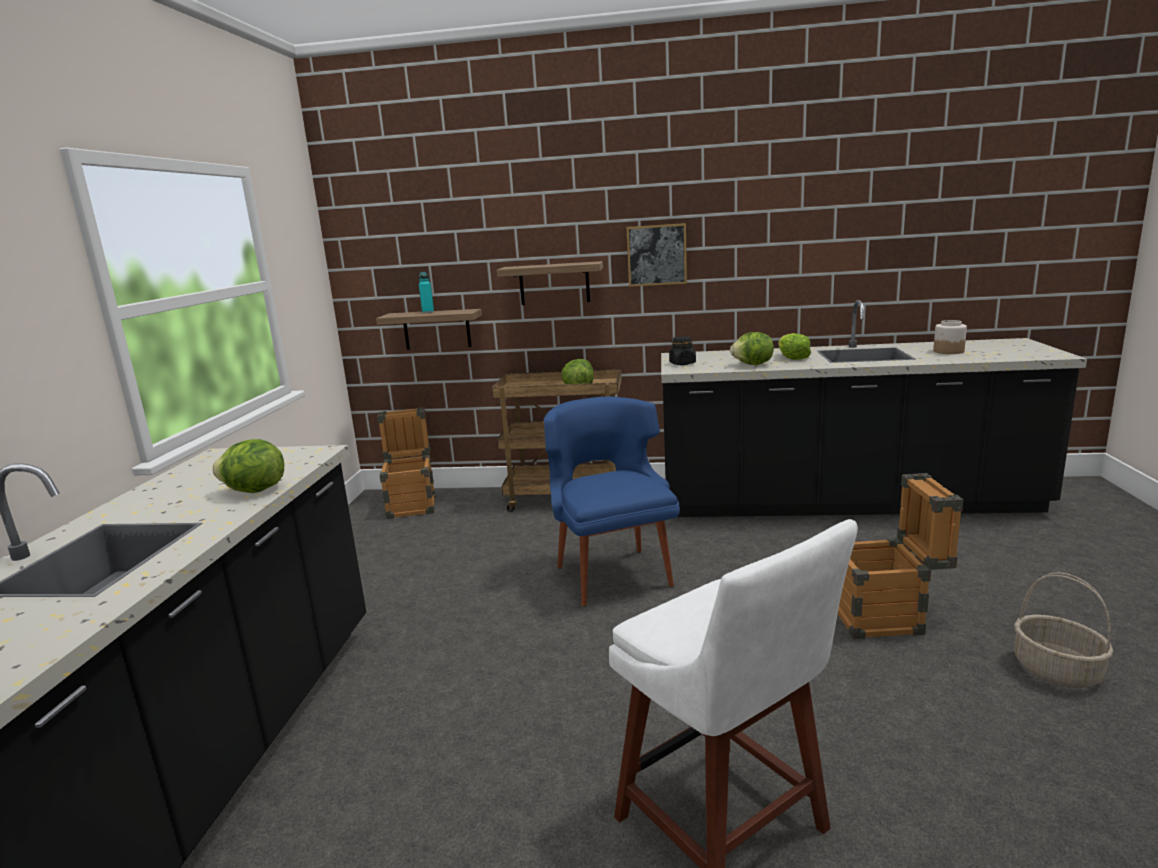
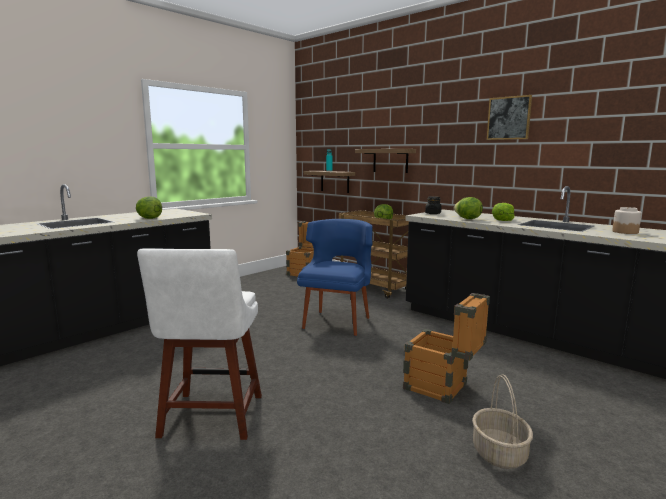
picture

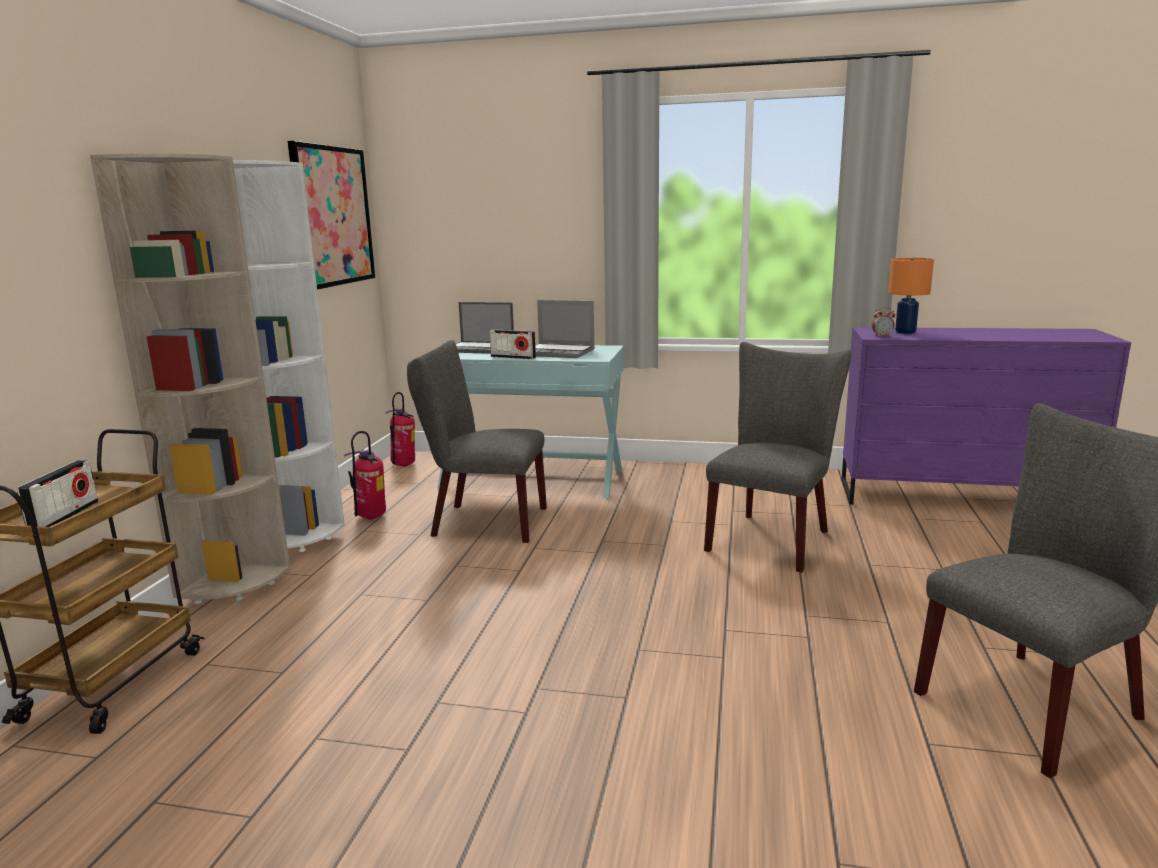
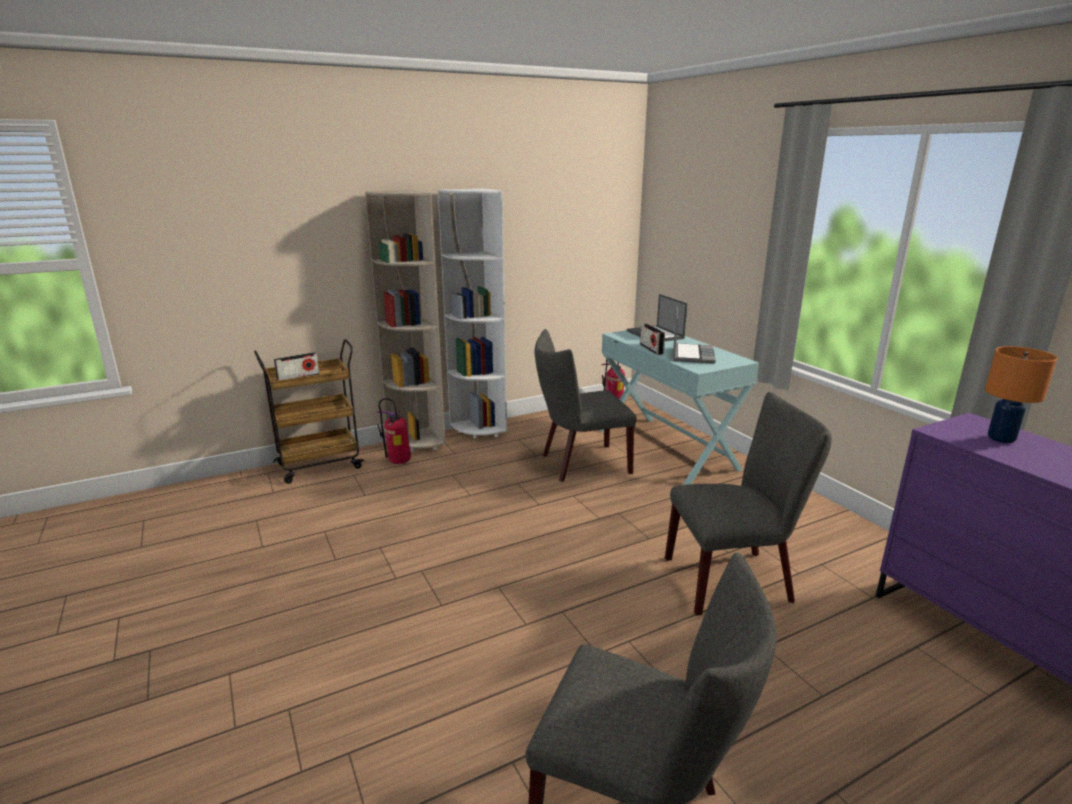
picture
alarm clock
fire extinguisher (no. 1 from left)
chair (grey) (no. 1 from left)
laptop (no. 2 from left)

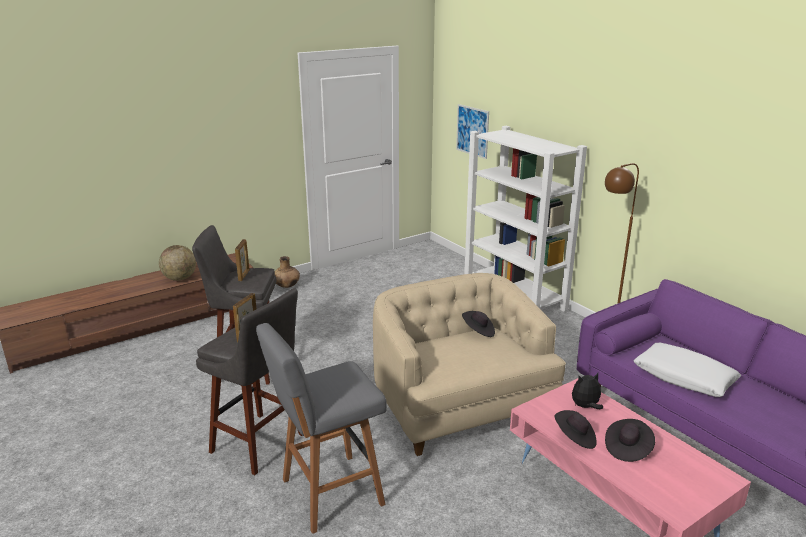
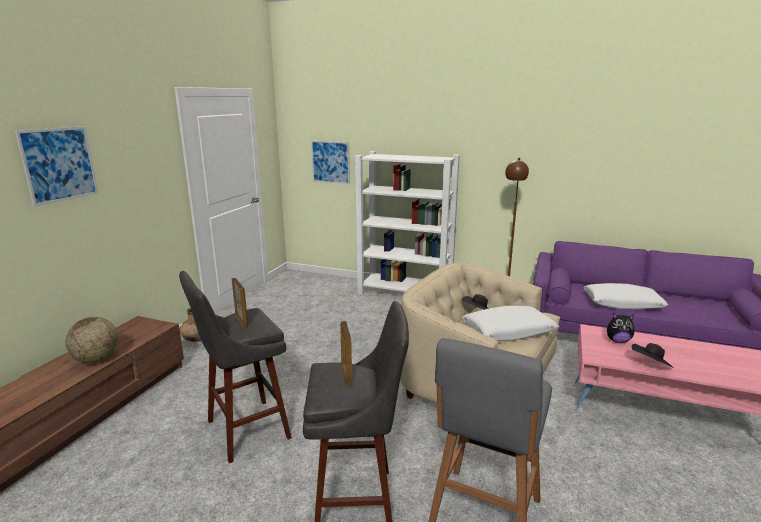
hat (black) (no. 3 from left in the first image)
picture (no. 1 from left)
pillow (white) (no. 1 from left)
plush toy

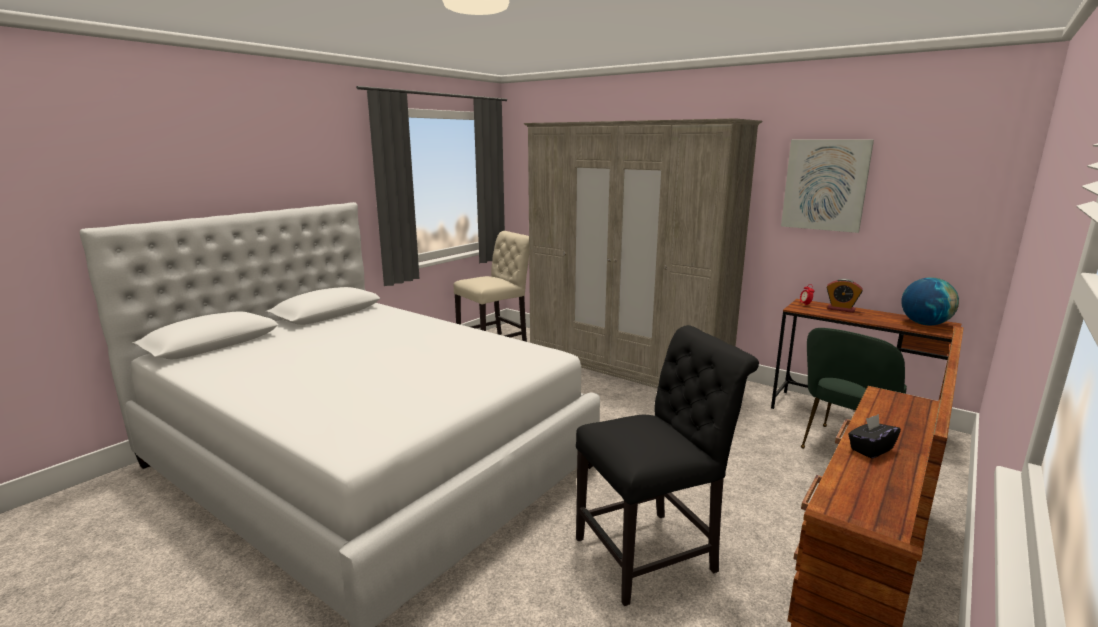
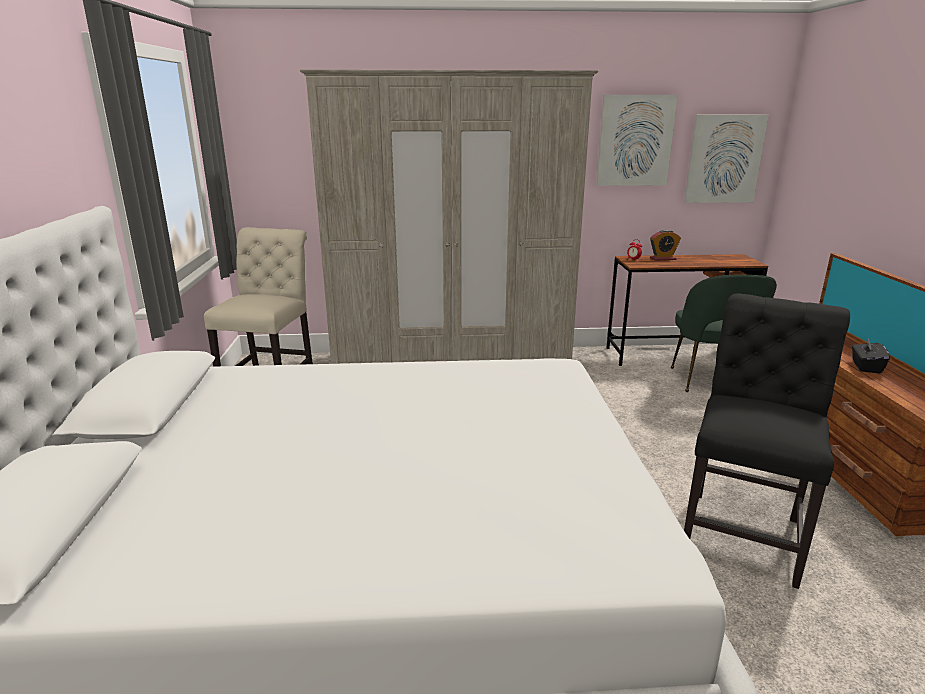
globe
picture (no. 2 from left)

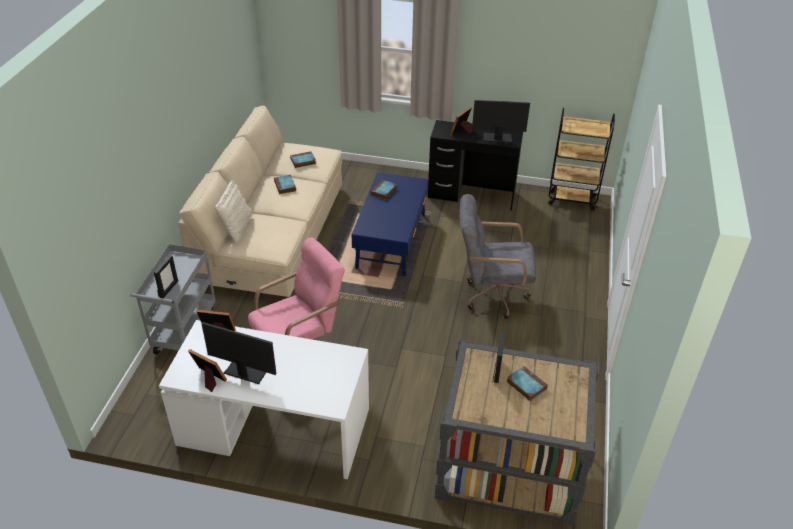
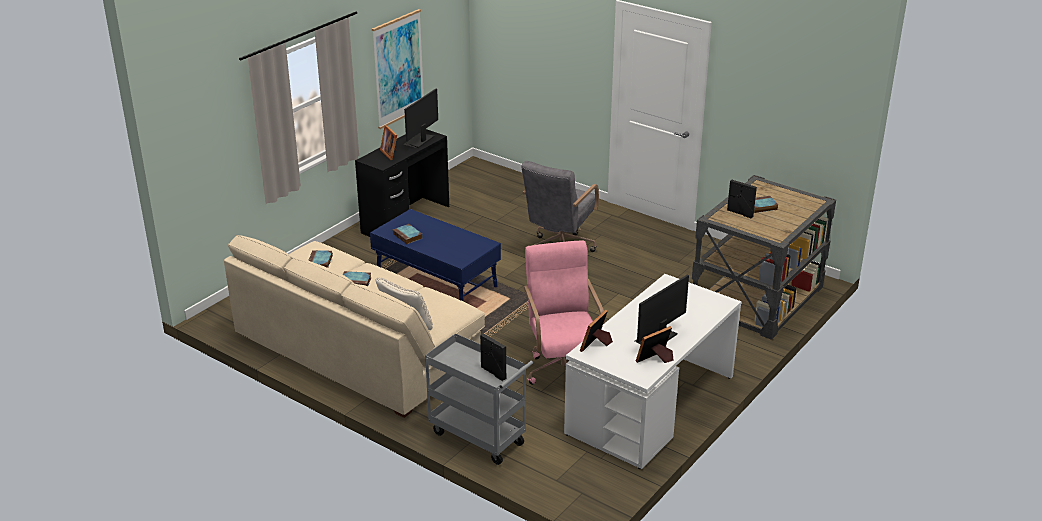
cart (brown)
picture

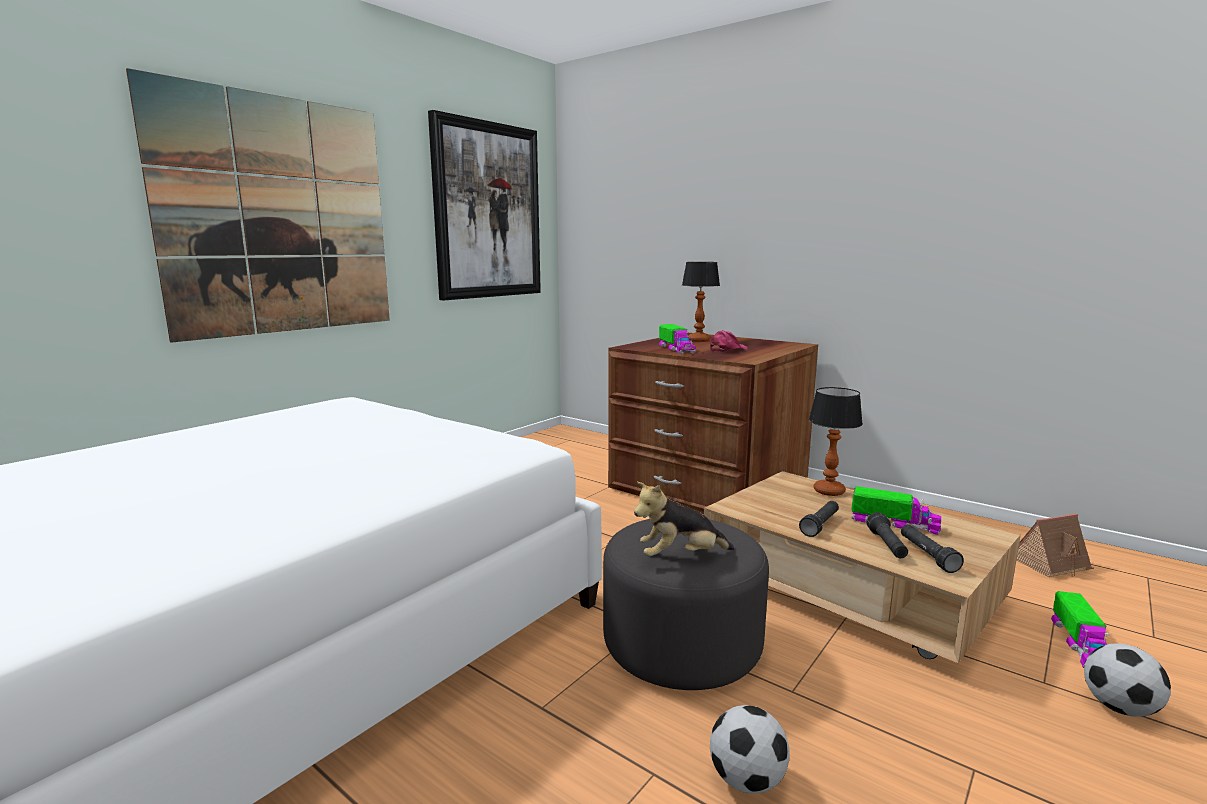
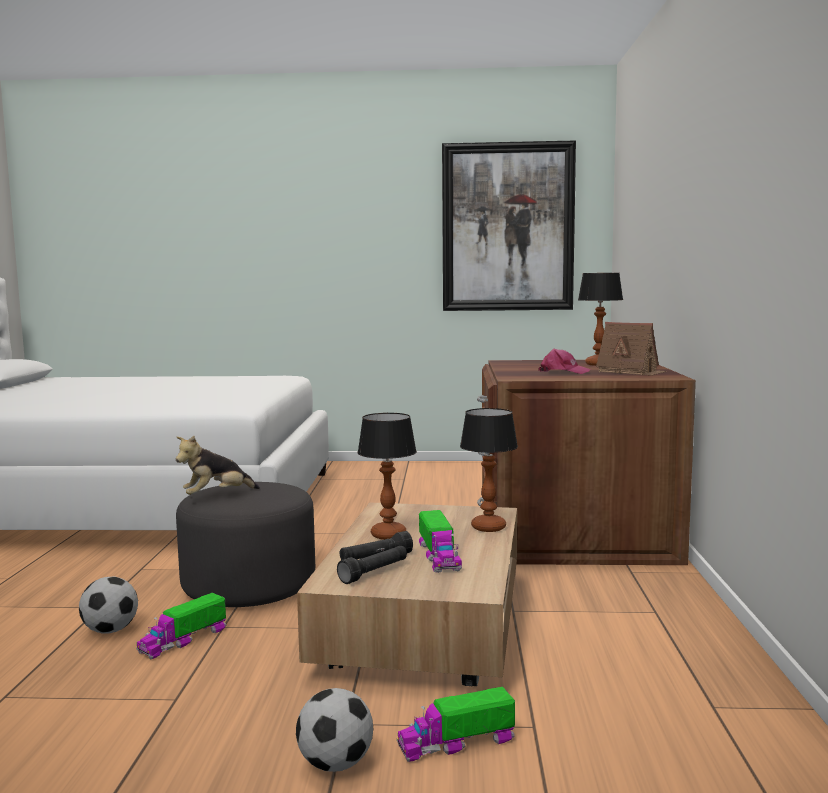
picture (no. 1 from left in the first image)
toy truck (no. 1 from left)
toy house
table lamp (no. 1 from left)
plush toy

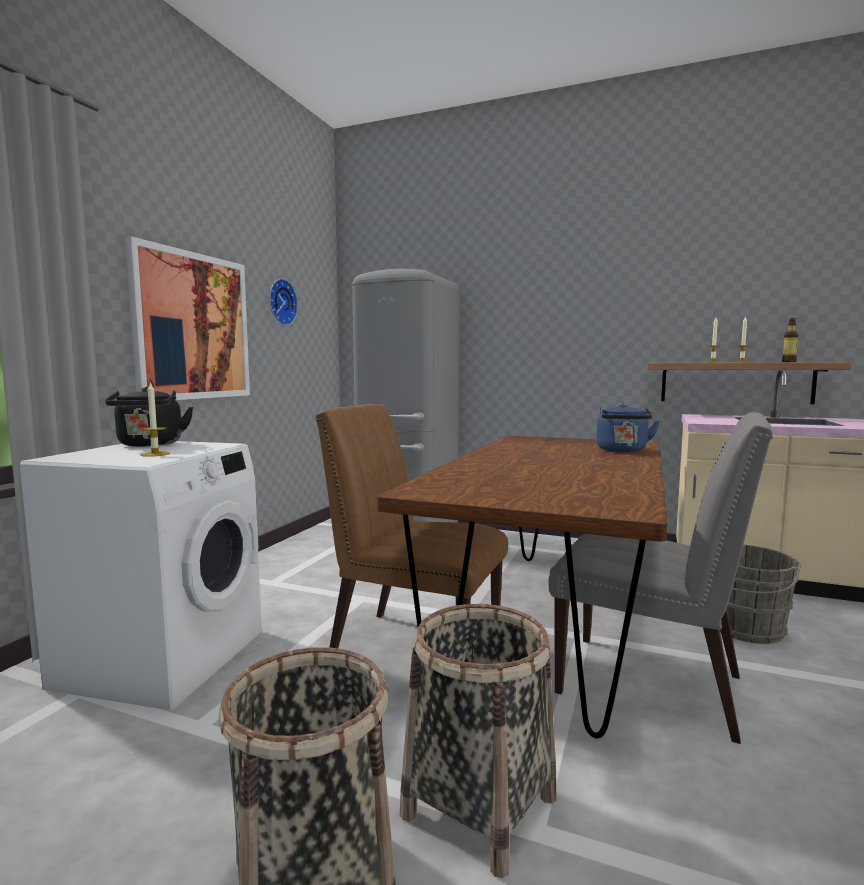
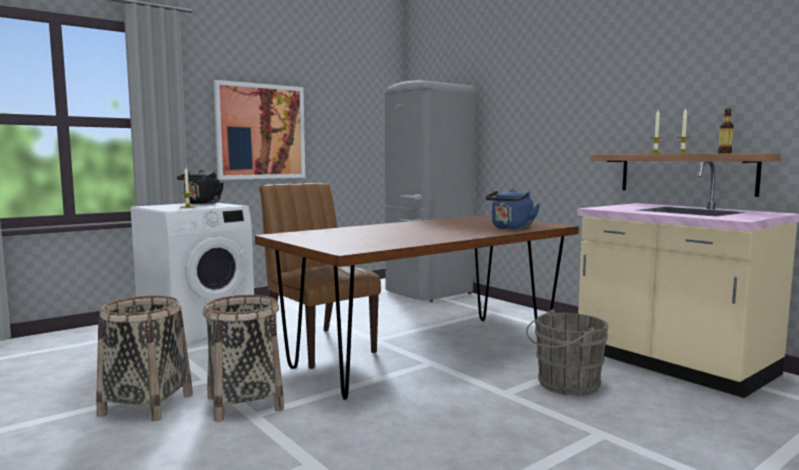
wall clock
chair (grey)

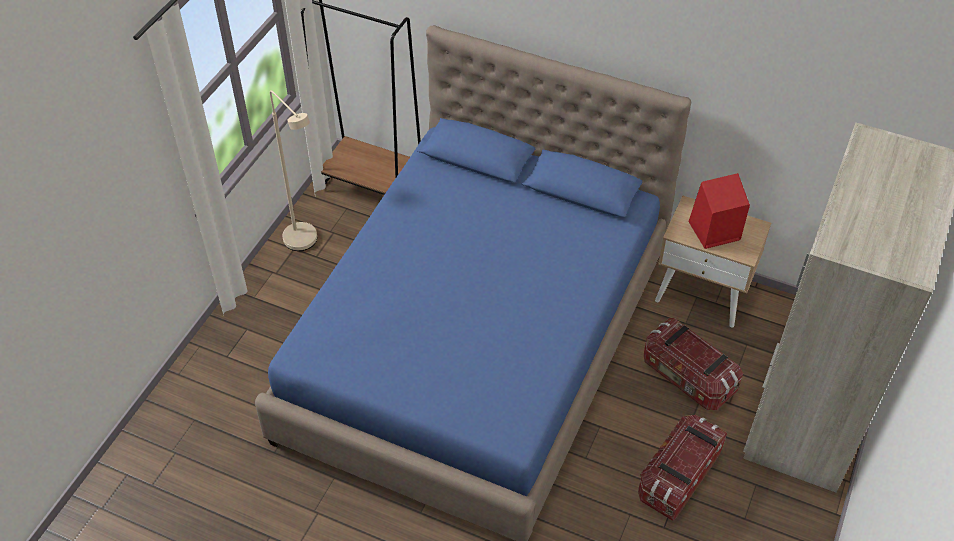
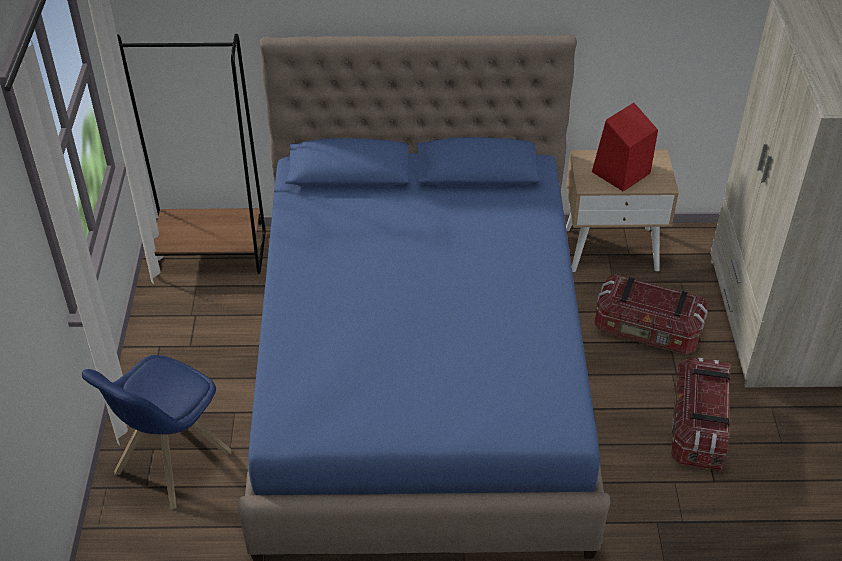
floor lamp (beige)
chair (blue)

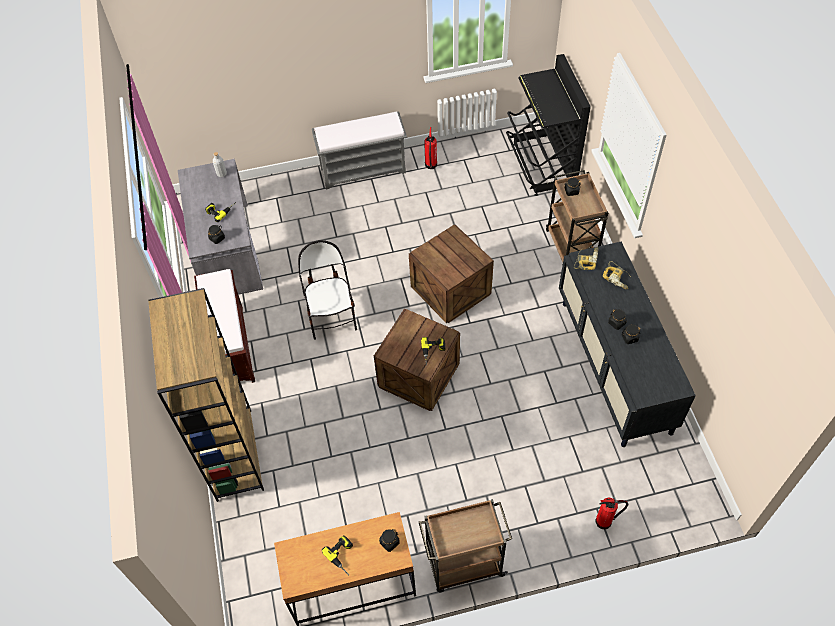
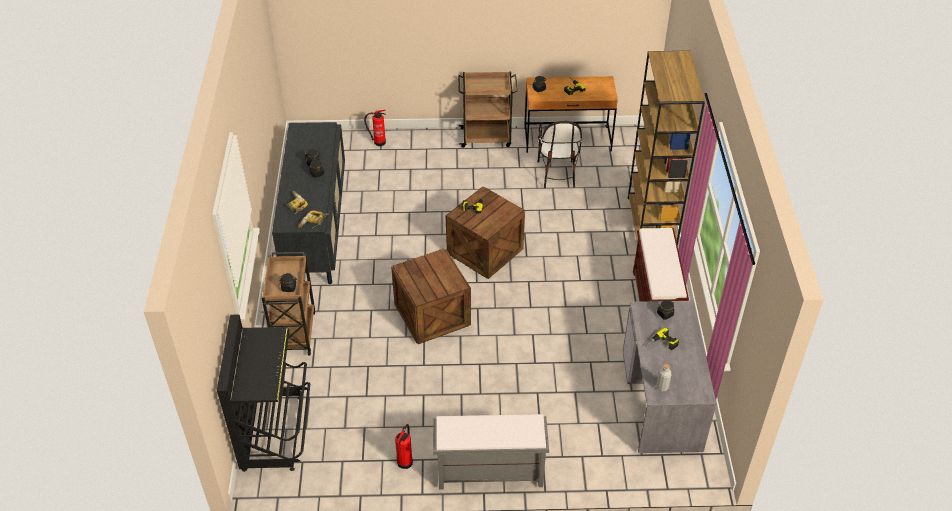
chair

